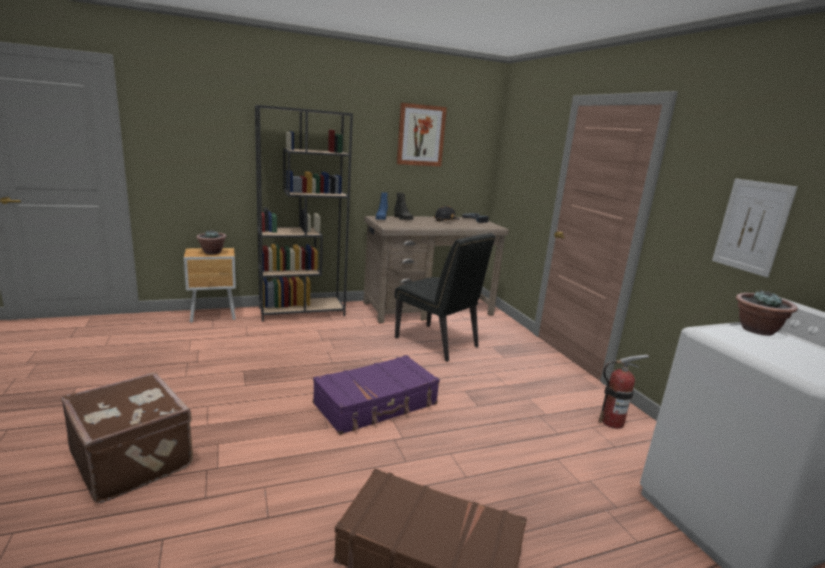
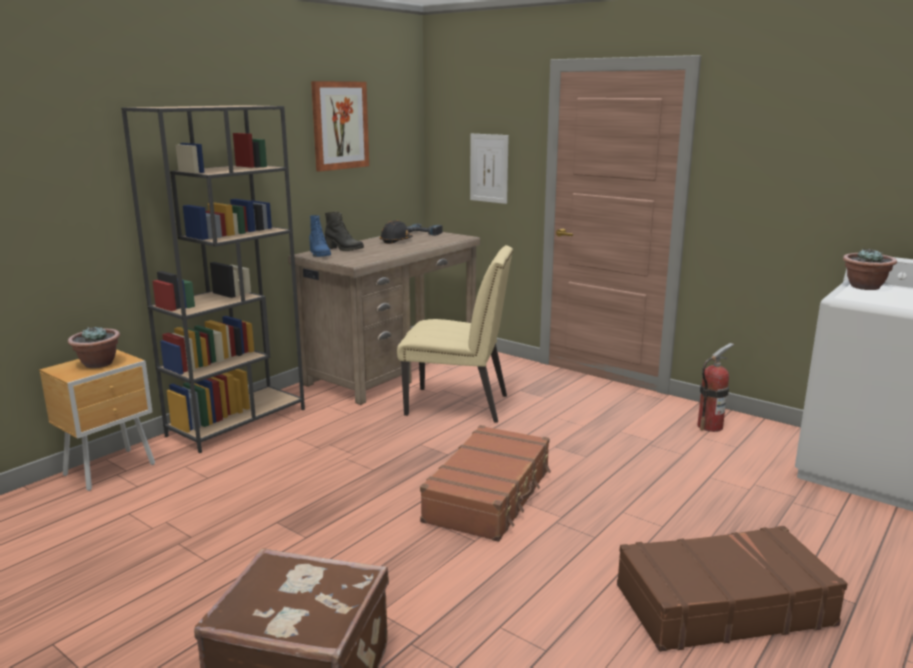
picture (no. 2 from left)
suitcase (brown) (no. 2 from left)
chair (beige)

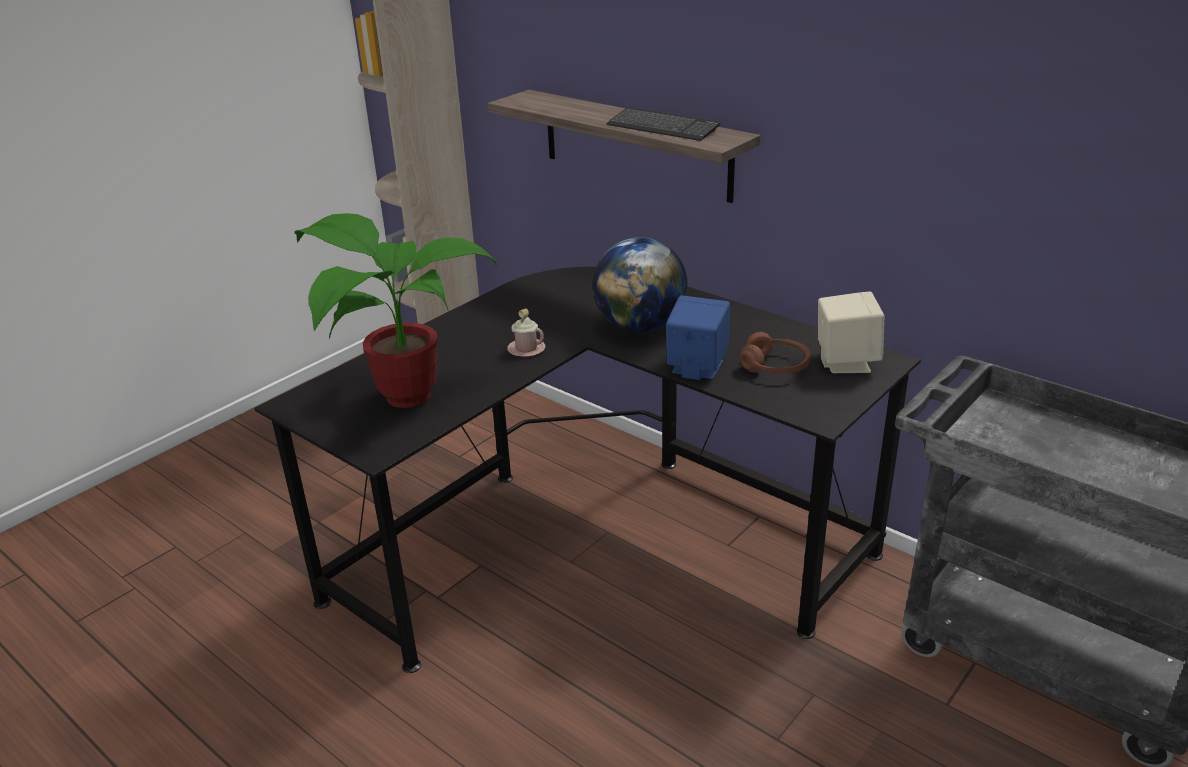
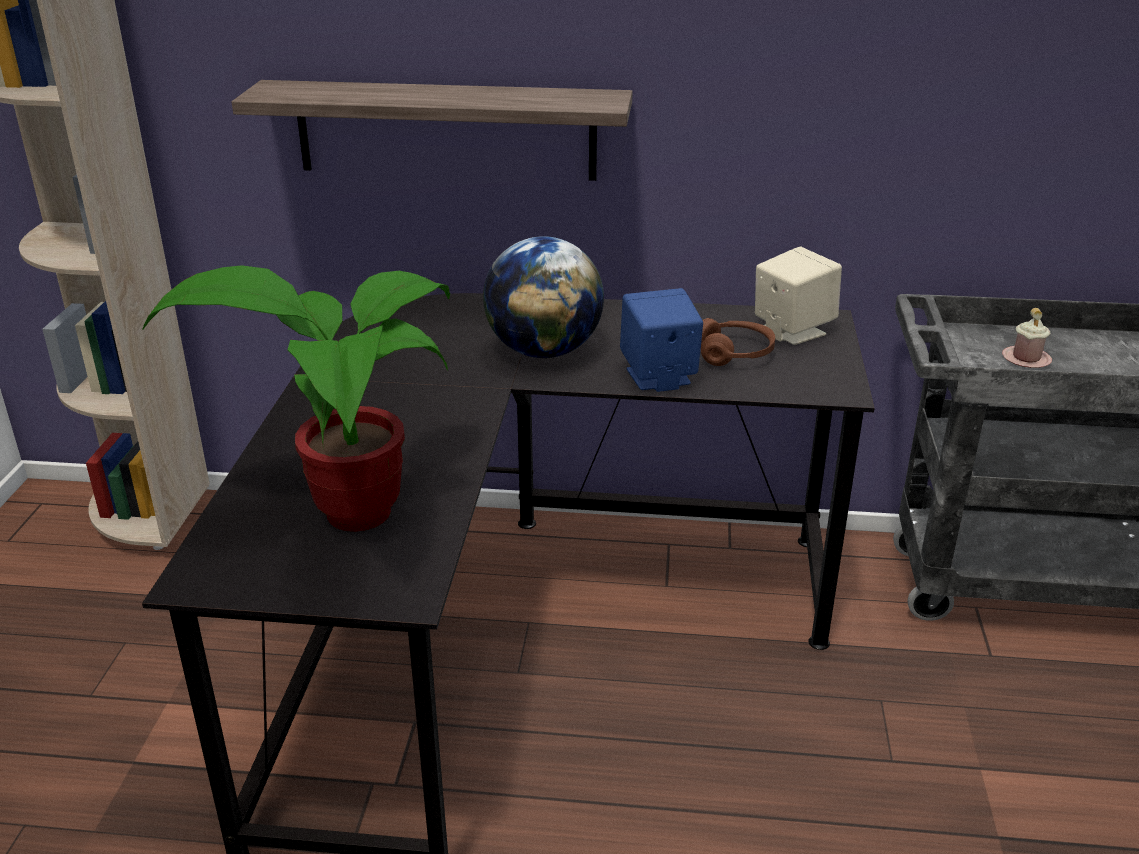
keyboard
mug (pink)

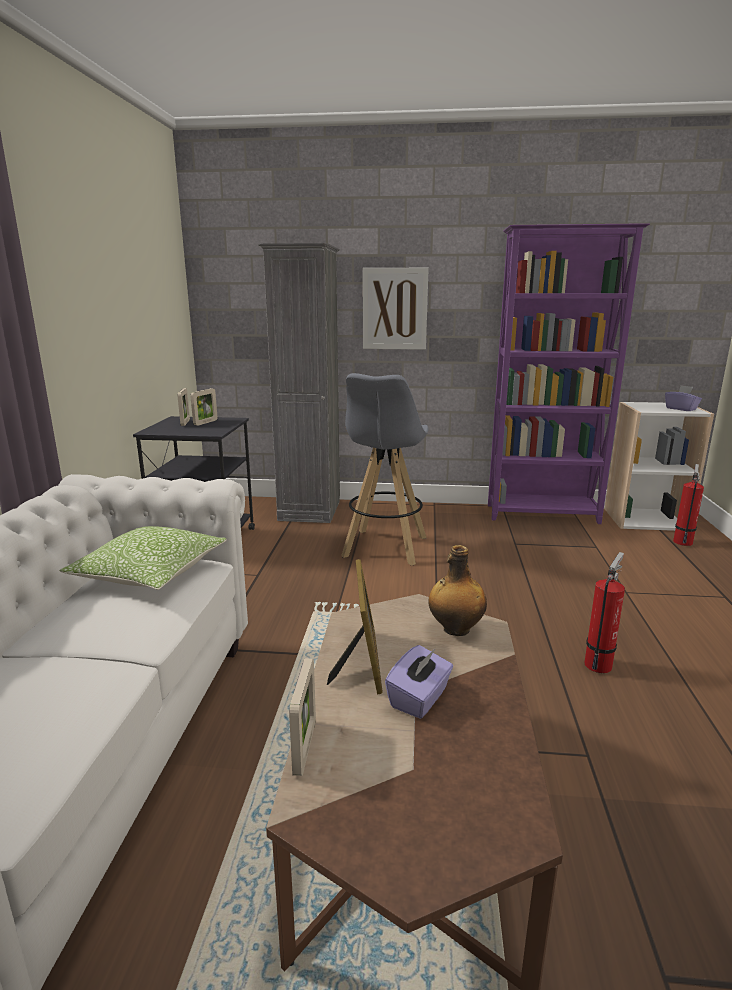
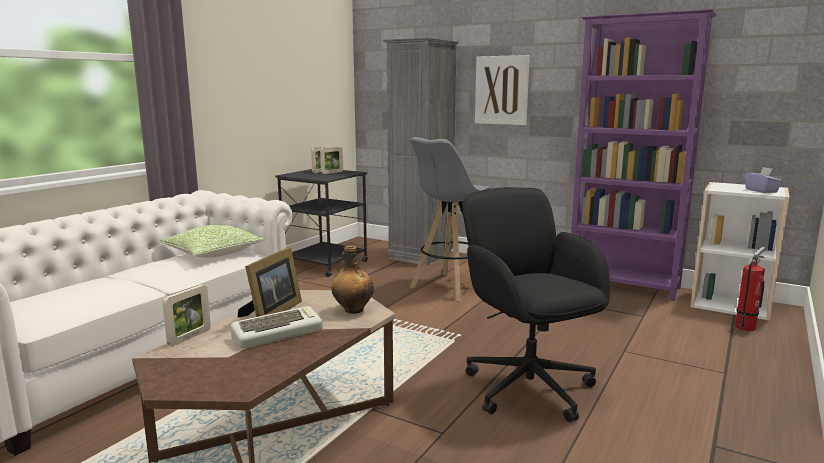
keyboard
office chair (black)

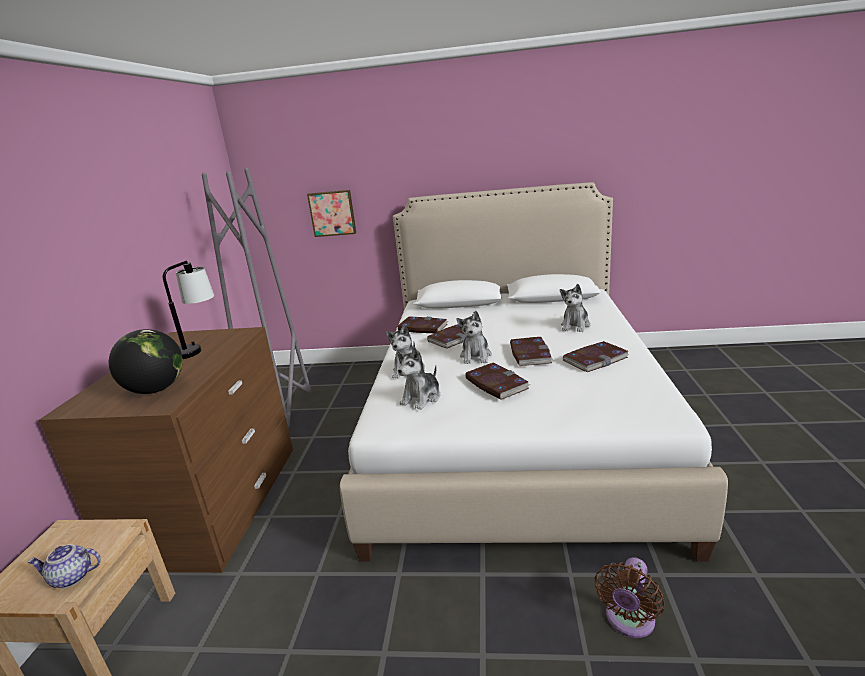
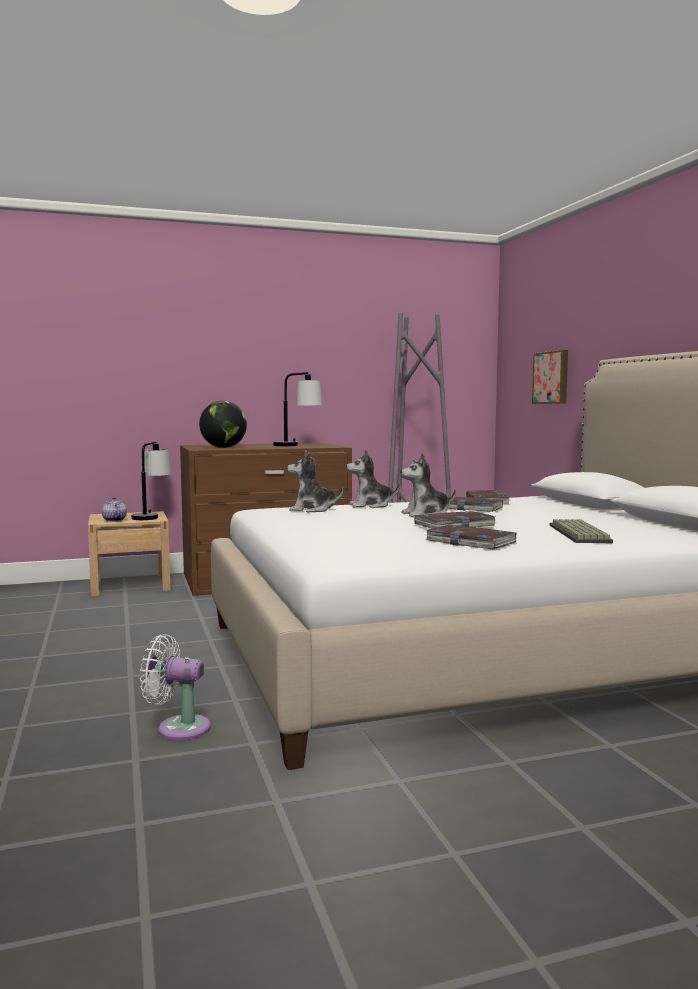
book (no. 3 from left in the first image)
table lamp (no. 1 from left)
keyboard
fan (white)

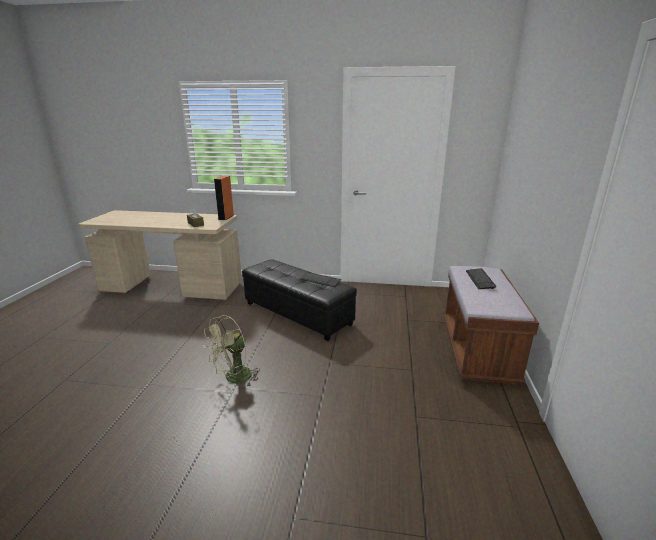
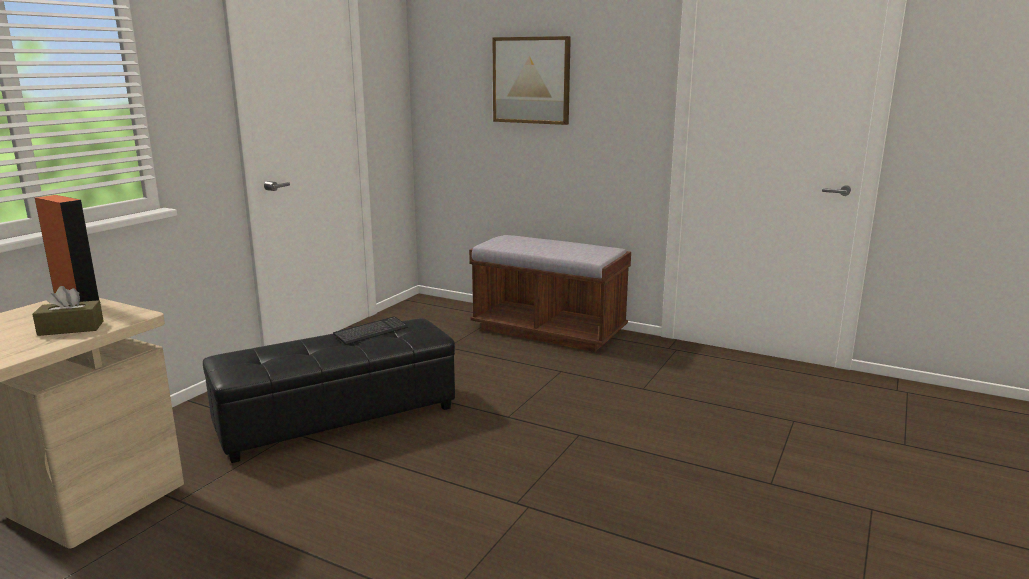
fan (green)
keyboard (no. 2 from left in the first image)
picture

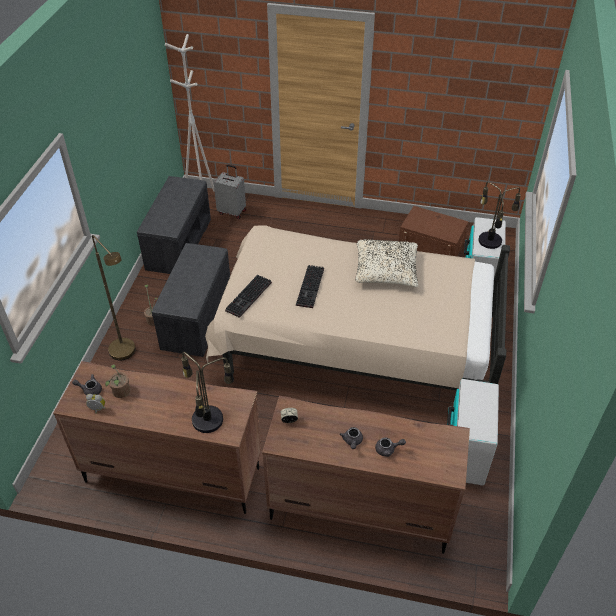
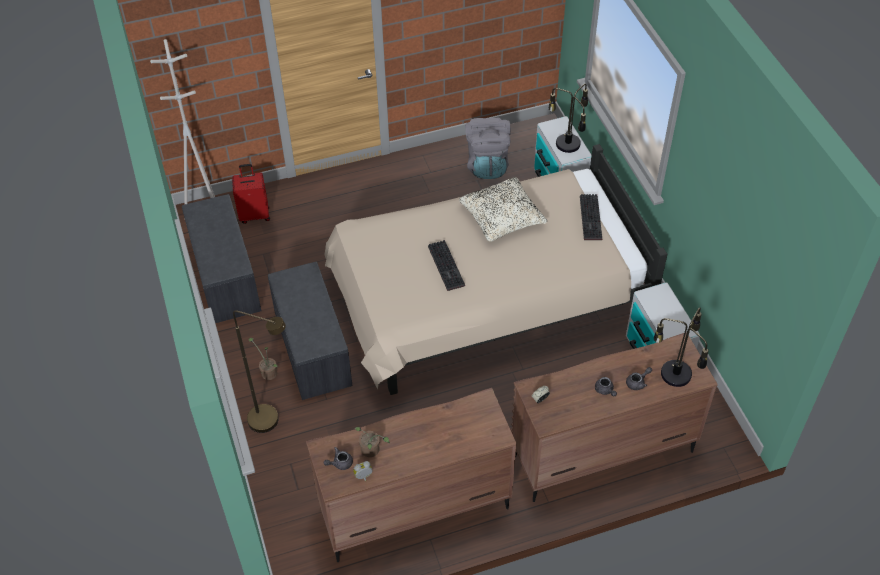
table lamp (no. 2 from left)
keyboard (no. 2 from left)
backpack (grey)
suitcase (red)

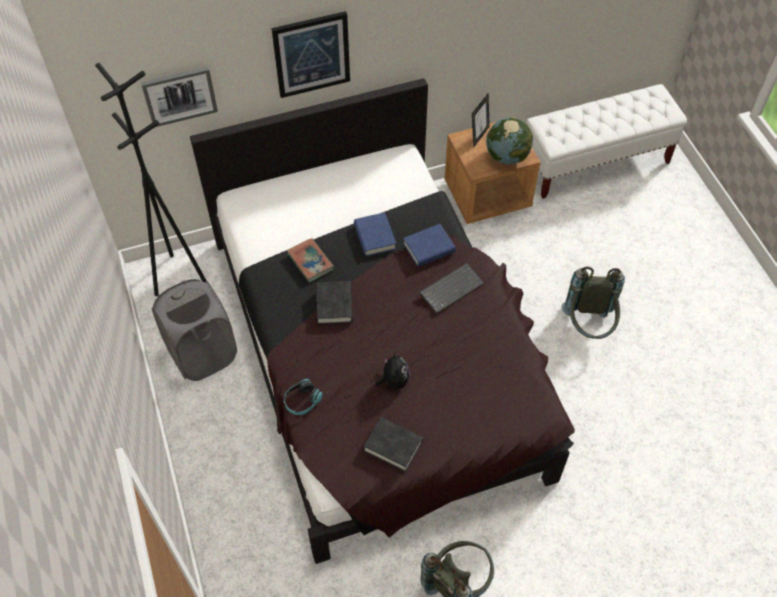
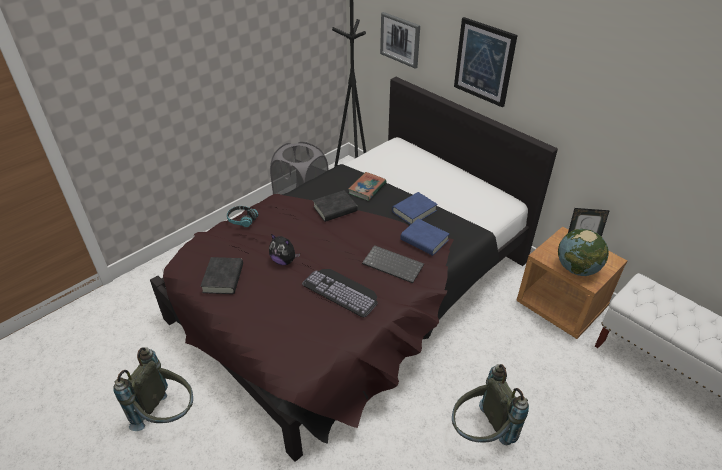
keyboard (no. 1 from left)
plush toy

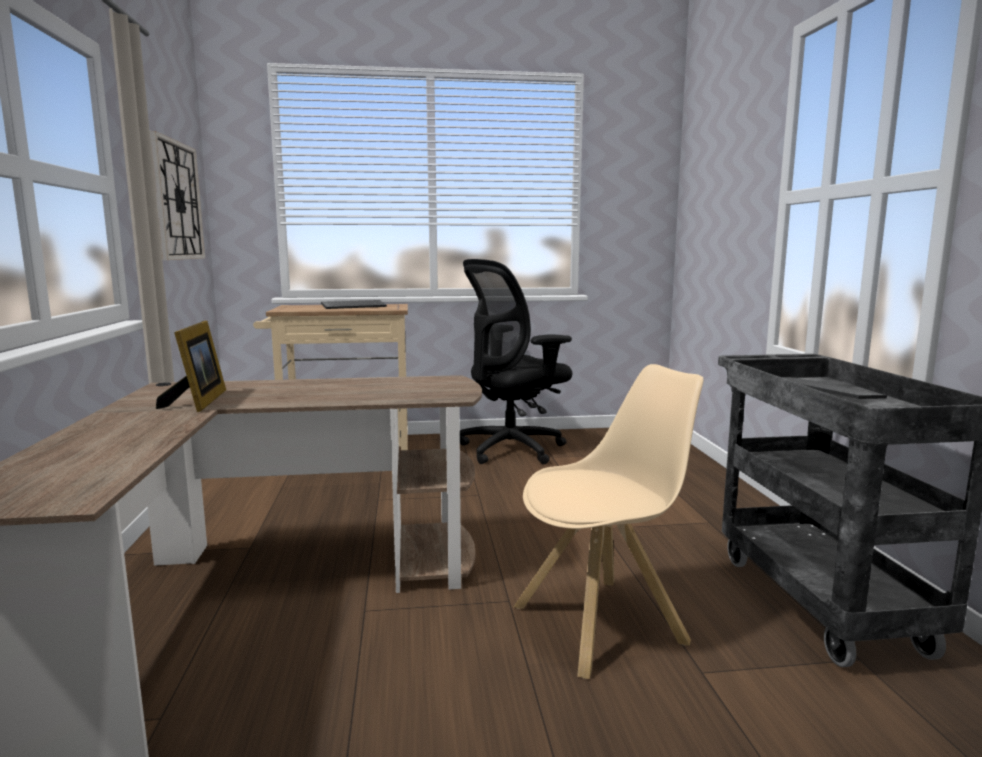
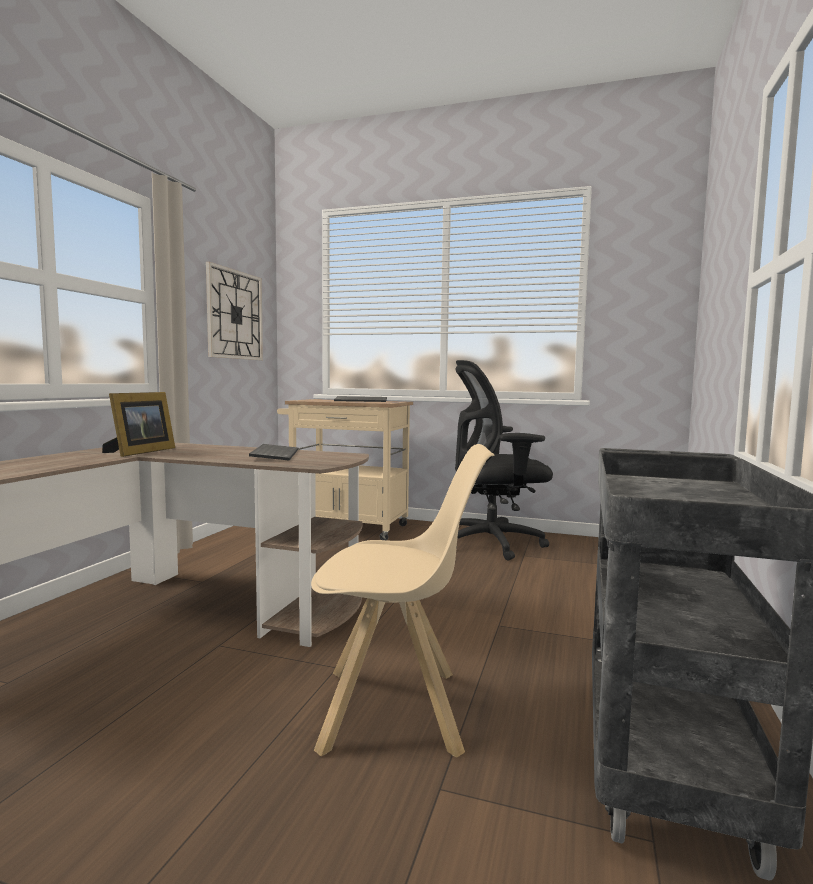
keyboard (no. 1 from left)

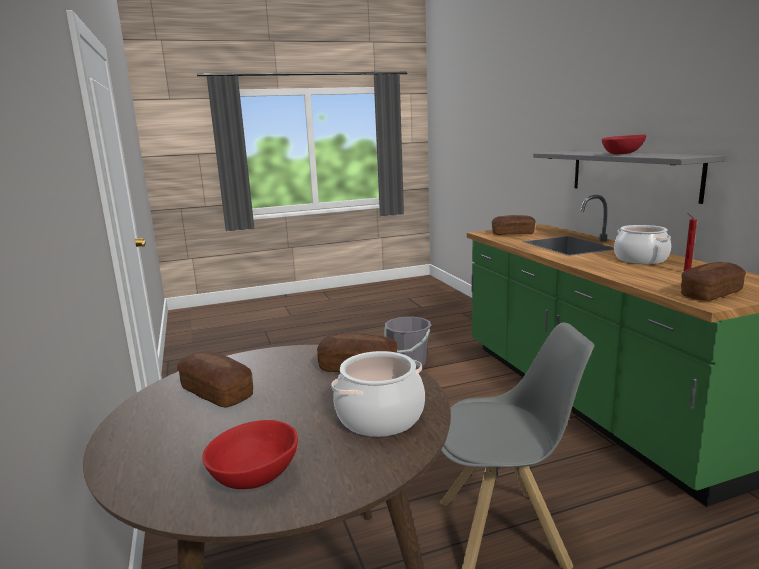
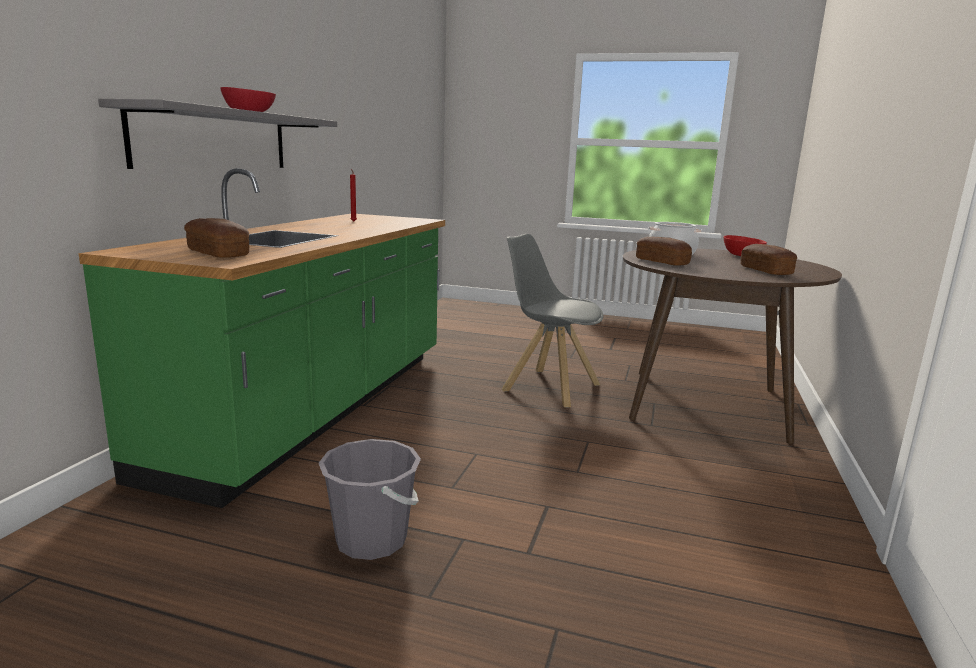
cooking pot (no. 2 from left in the first image)
bread (no. 4 from left in the first image)

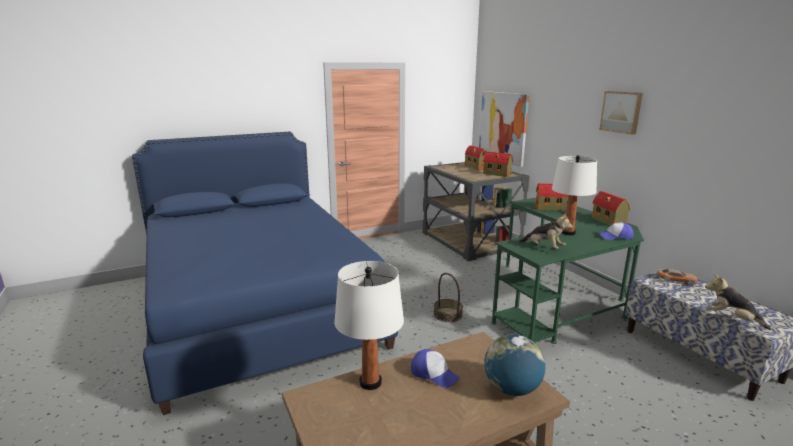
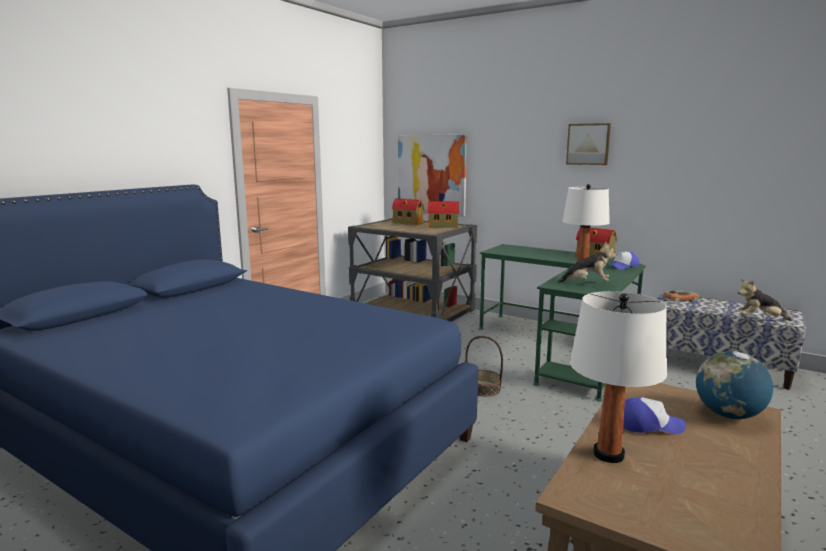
toy house (no. 3 from left in the first image)

